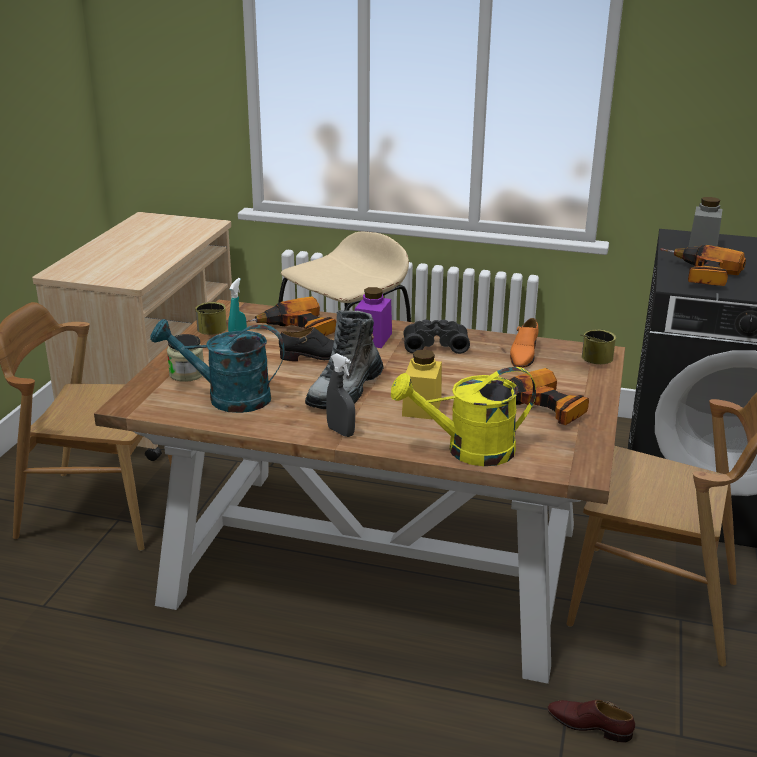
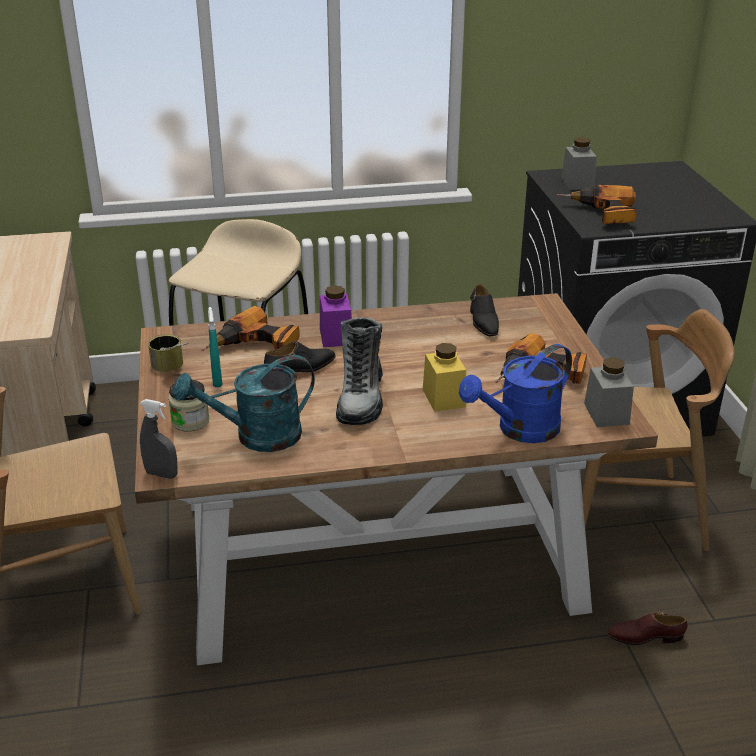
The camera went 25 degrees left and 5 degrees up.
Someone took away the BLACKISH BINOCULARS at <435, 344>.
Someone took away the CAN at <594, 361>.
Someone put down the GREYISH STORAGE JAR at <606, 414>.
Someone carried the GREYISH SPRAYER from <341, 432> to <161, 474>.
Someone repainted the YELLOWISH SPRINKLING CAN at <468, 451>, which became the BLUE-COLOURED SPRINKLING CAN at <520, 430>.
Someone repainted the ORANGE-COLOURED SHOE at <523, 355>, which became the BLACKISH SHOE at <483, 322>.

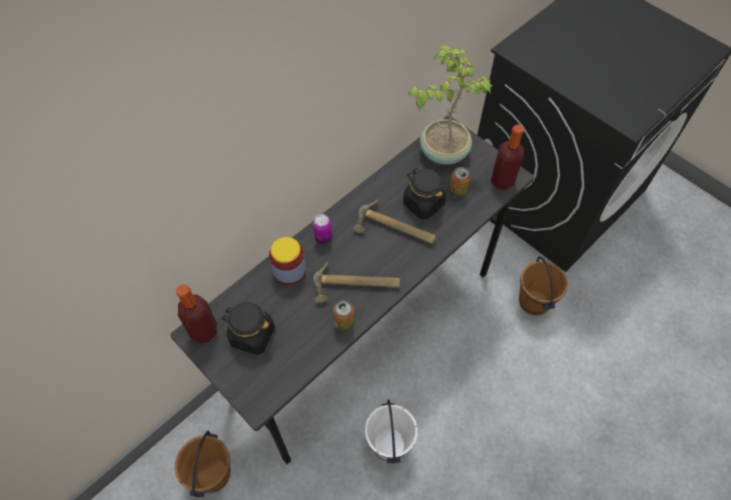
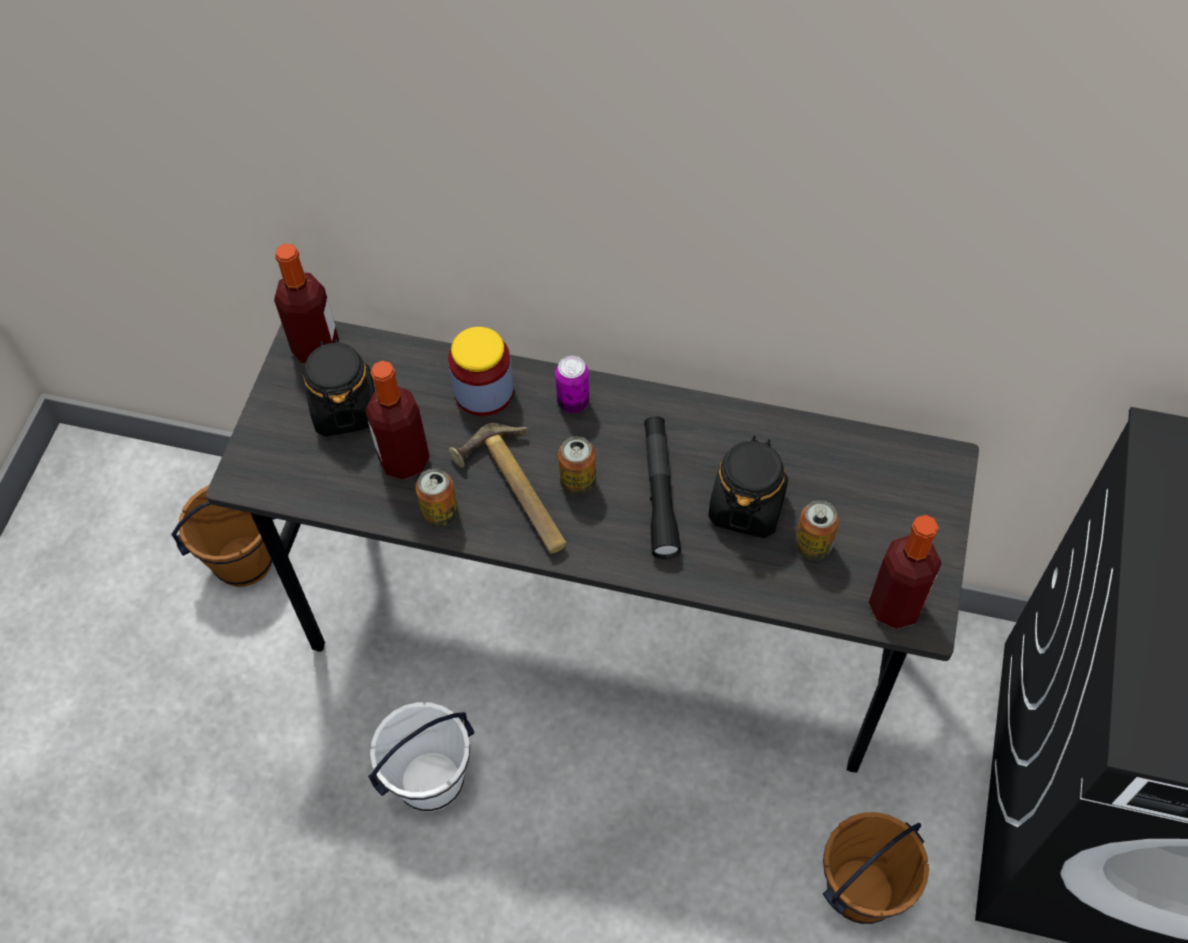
The camera went 60 degrees right and 0 degrees up.
Someone took away the POTTED PLANT at <443, 151>.
Someone put down the BEVERAGE BOTTLE at <404, 460>.
Someone put down the CAN at <578, 482>.
Someone swapped the TOOL HAMMER at <394, 230> for the BLACKISH HAND TORCH at <659, 492>.

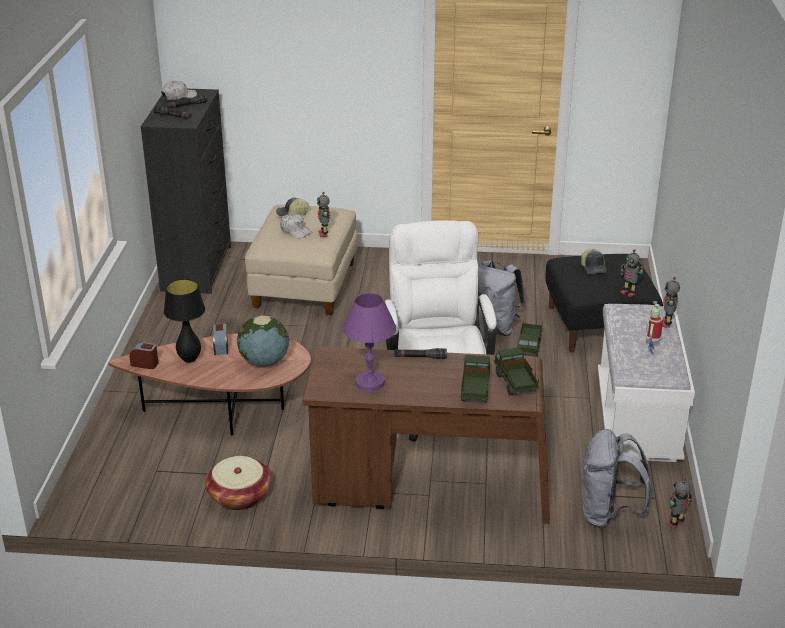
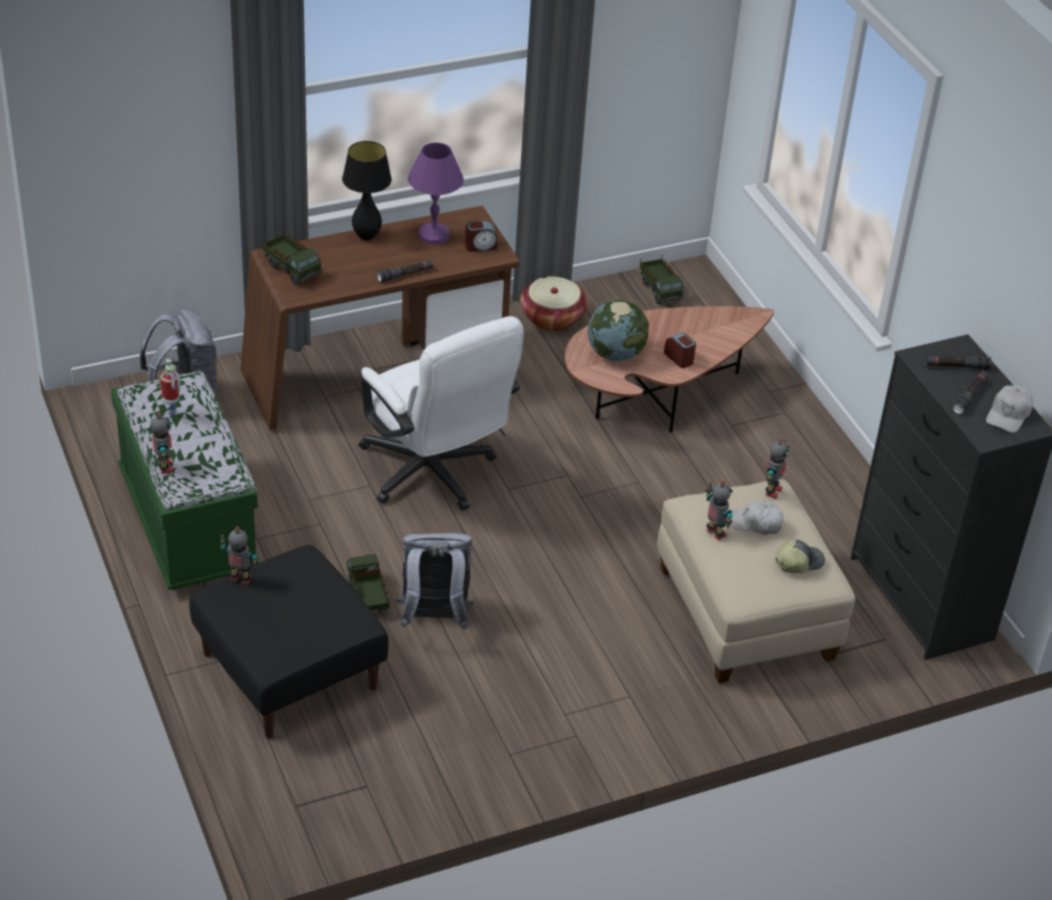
The camera went 150 degrees right and 10 degrees up.
Someone took away the BASEBALL CAP at <594, 267>.
Someone carried the BEDSIDE CLOCK from <145, 364> to <480, 246>.
Someone carried the BLACKISH TABLETOP LAMP from <189, 359> to <366, 236>.
Someone carried the MODEL TRUCK from <474, 392> to <660, 290>.
Someone carried the TOY ROBOT from <676, 524> to <772, 491>.
Someone repainted the WHITISH BENCH at <637, 419>, which became the GREEN-COLOURED BENCH at <188, 524>.

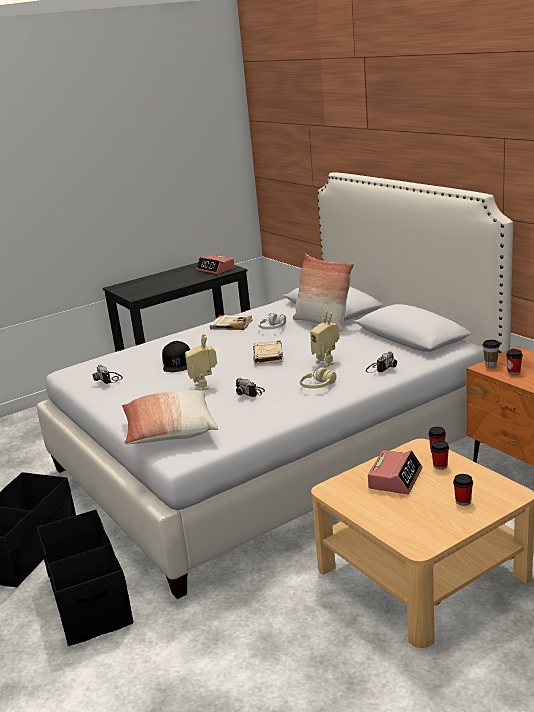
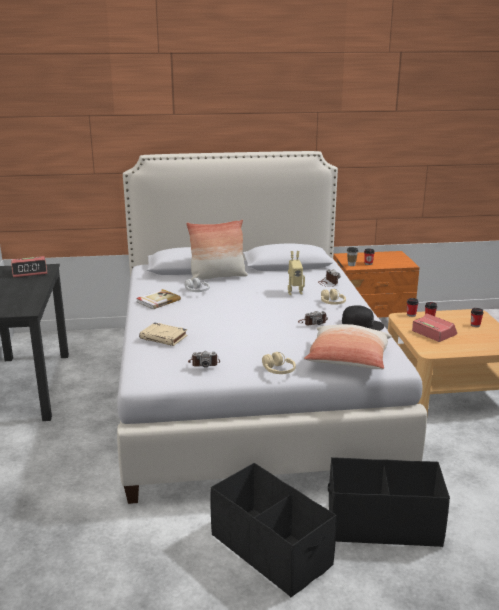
The camera went 65 degrees left and 0 degrees up.
Someone took away the TOY ROBOT at <205, 386>.
Someone put down the BEIGE HEADSET at <278, 371>.
Someone carried the BLACKISH BASEBALL CAP from <177, 363> to <362, 324>.
Someone carried the BEIGE BOOK from <268, 356> to <164, 337>.

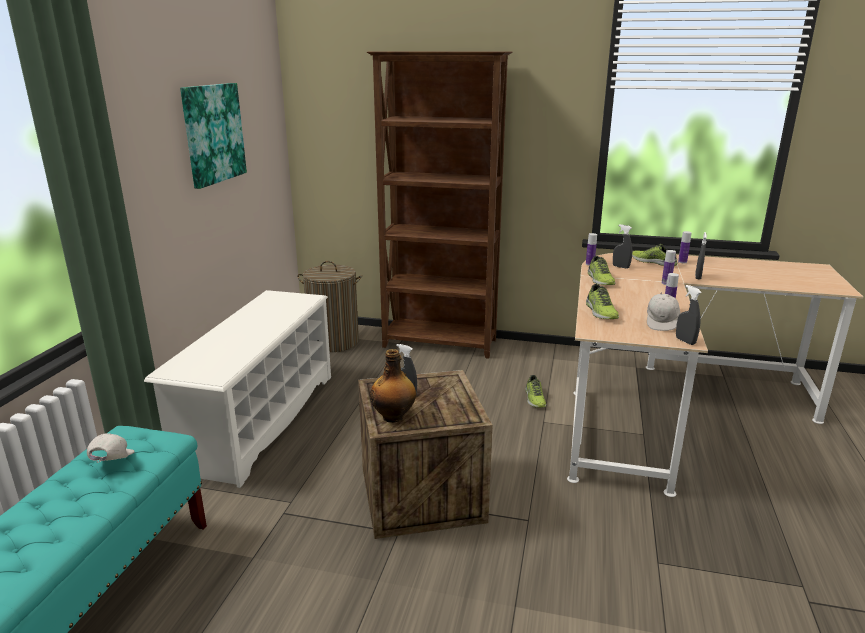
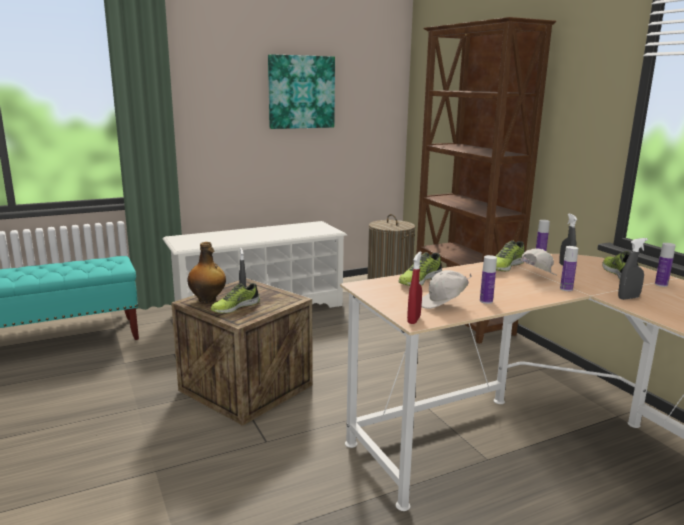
The camera went 50 degrees right and 5 degrees down.
Someone carried the WHITISH BASEBALL CAP from <111, 464> to <535, 276>.
Someone carried the SHOE from <534, 399> to <235, 307>.
Someone repainted the GREYISH SPRAYER at <685, 341>, which became the RED SPRAYER at <414, 320>.

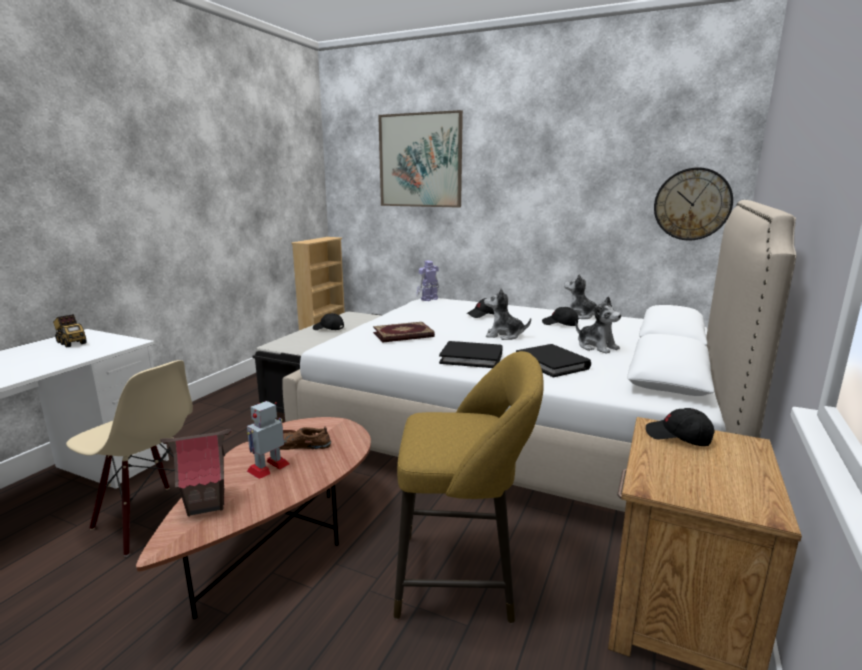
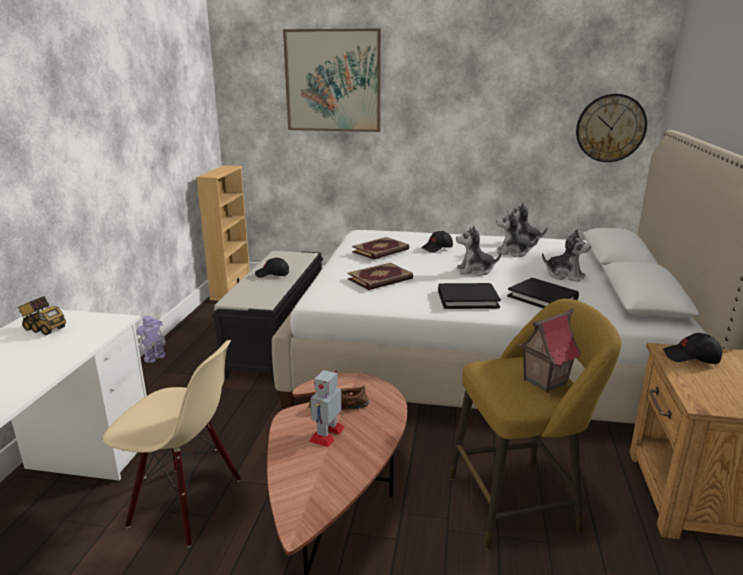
The camera went 15 degrees left and 5 degrees up.
Someone put down the BOOK at <381, 251>.
Someone carried the MINIATURE HOUSE from <206, 503> to <544, 381>.
Someone carried the TOY ROBOT from <428, 299> to <154, 358>.
Someone swapped the BLACKISH BASEBALL CAP at <560, 324> for the CUDDLY TOY at <513, 253>.

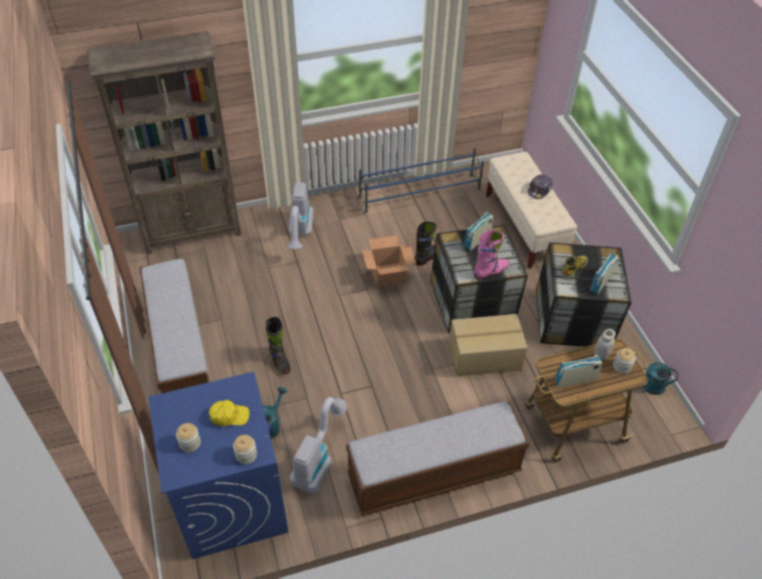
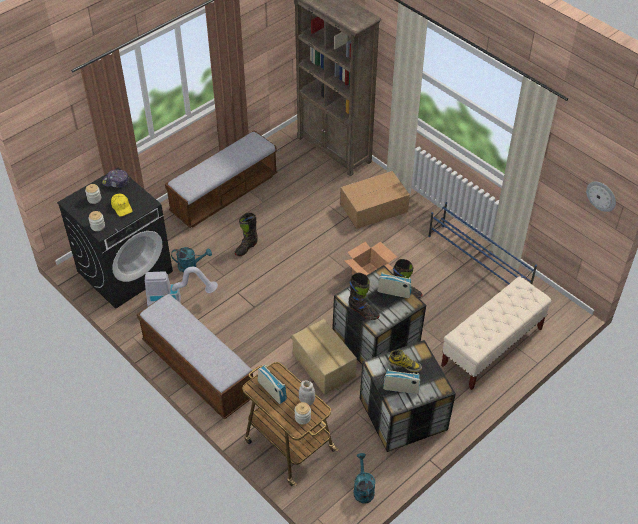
The camera went 65 degrees right and 0 degrees up.
Someone put up the HANGING CLOCK at <601, 196>.
Someone carried the BASEBALL CAP from <539, 190> to <116, 182>.
Someone swapped the VACUUM at <300, 234> for the PACKING BOX at <375, 208>.
Someone repainted the BLUE-COLOURED LAUNDRY APPLIANCE at <231, 500>, which became the BLACKISH LAUNDRY APPLIANCE at <125, 271>.
Someone repainted the PINK-COLOURED HIGH-TOP BOOT at <491, 271>, which became the BLACKISH HIGH-TOP BOOT at <363, 312>.

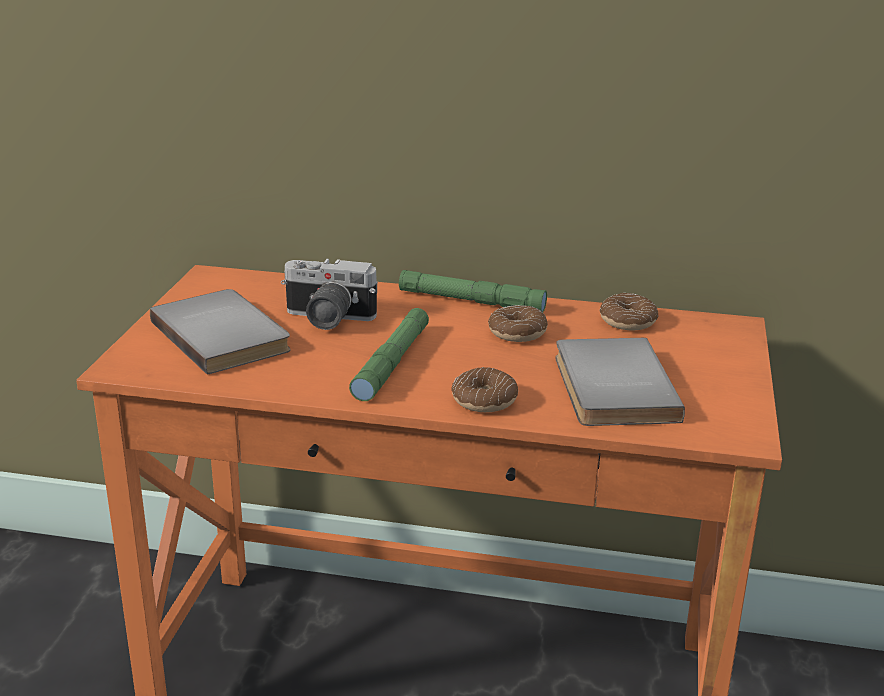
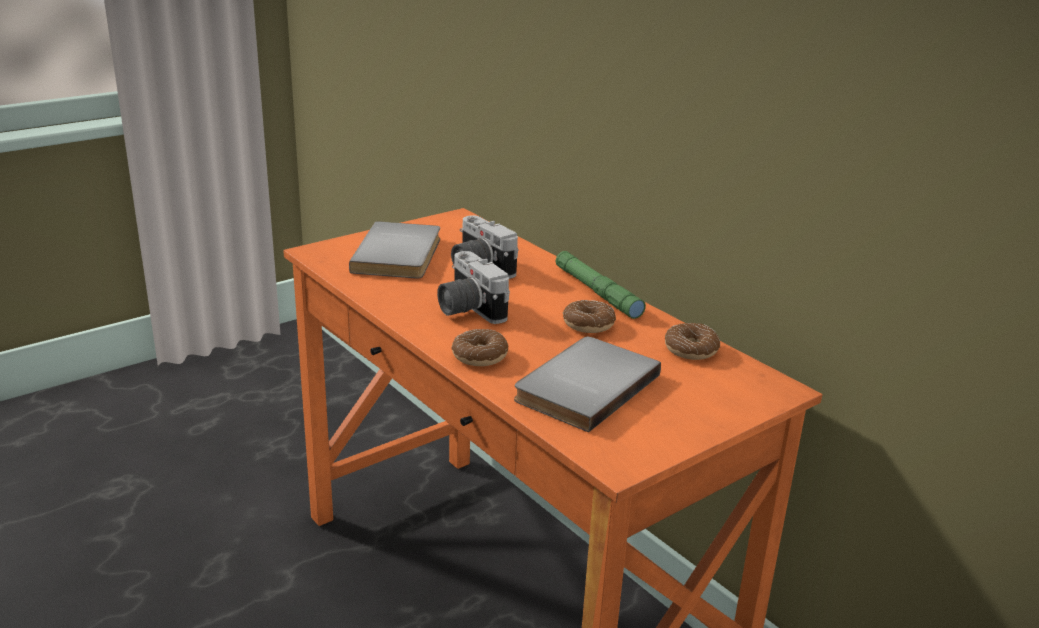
The camera went 40 degrees right and 0 degrees up.
Someone swapped the GREEN-COLOURED HAND TORCH at <391, 363> for the PHOTO CAMERA at <466, 309>.

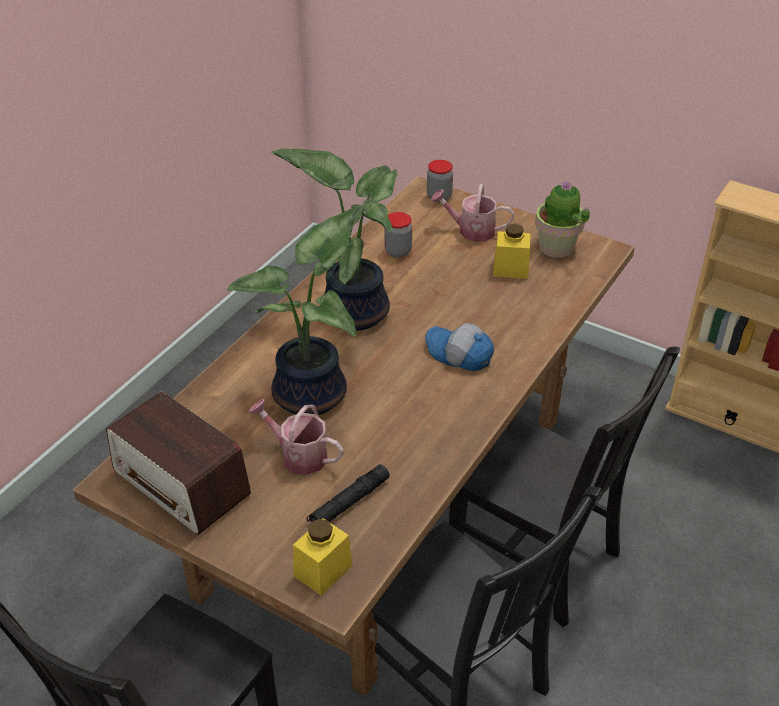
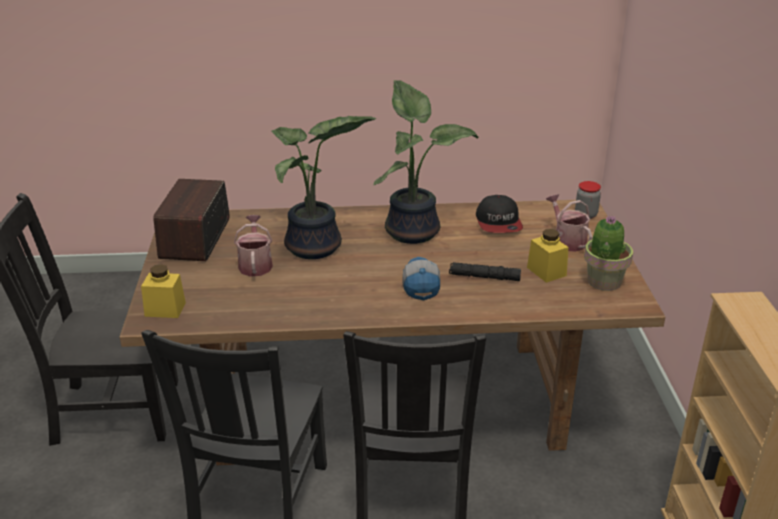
The camera went 55 degrees right and 10 degrees down.
Someone carried the BLACKISH HAND TORCH from <349, 502> to <484, 277>.
Someone swapped the STORAGE JAR at <398, 251> for the BASEBALL CAP at <499, 223>.

